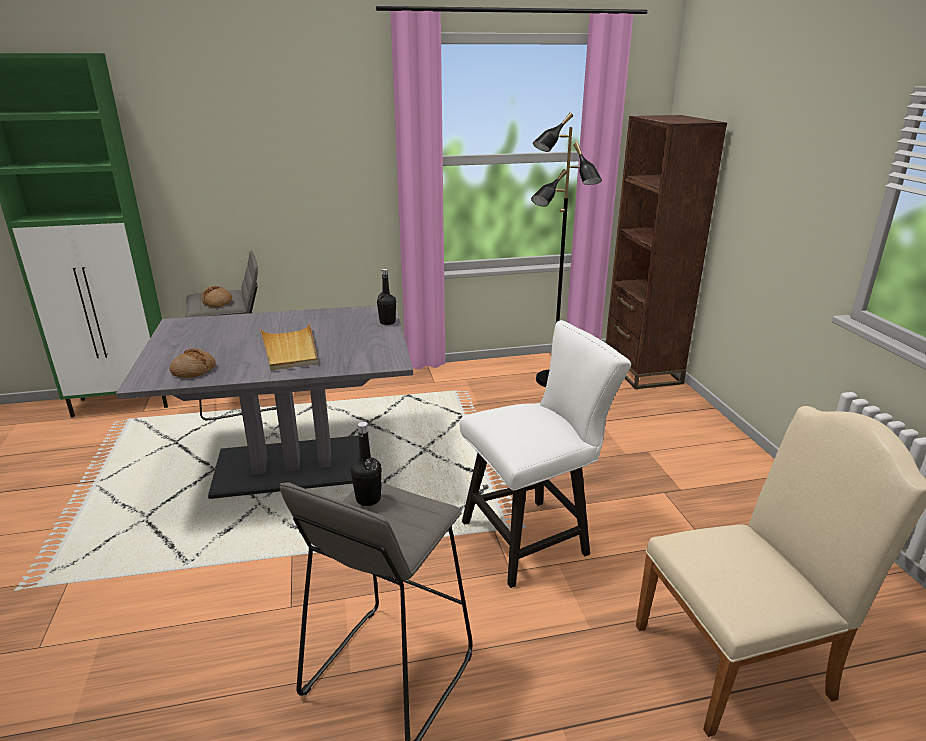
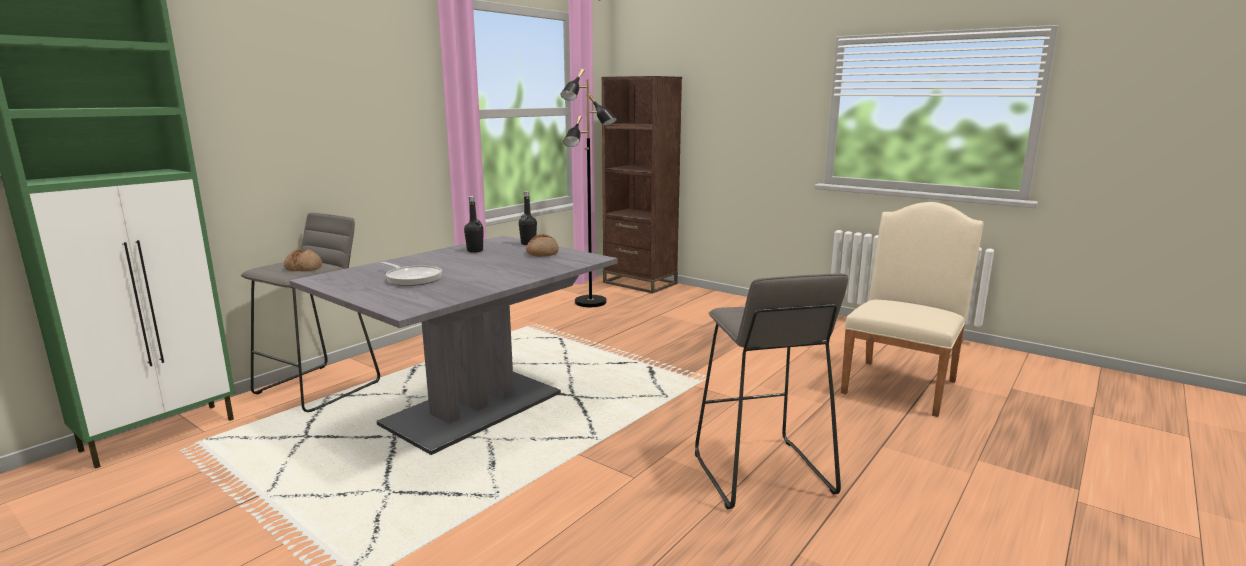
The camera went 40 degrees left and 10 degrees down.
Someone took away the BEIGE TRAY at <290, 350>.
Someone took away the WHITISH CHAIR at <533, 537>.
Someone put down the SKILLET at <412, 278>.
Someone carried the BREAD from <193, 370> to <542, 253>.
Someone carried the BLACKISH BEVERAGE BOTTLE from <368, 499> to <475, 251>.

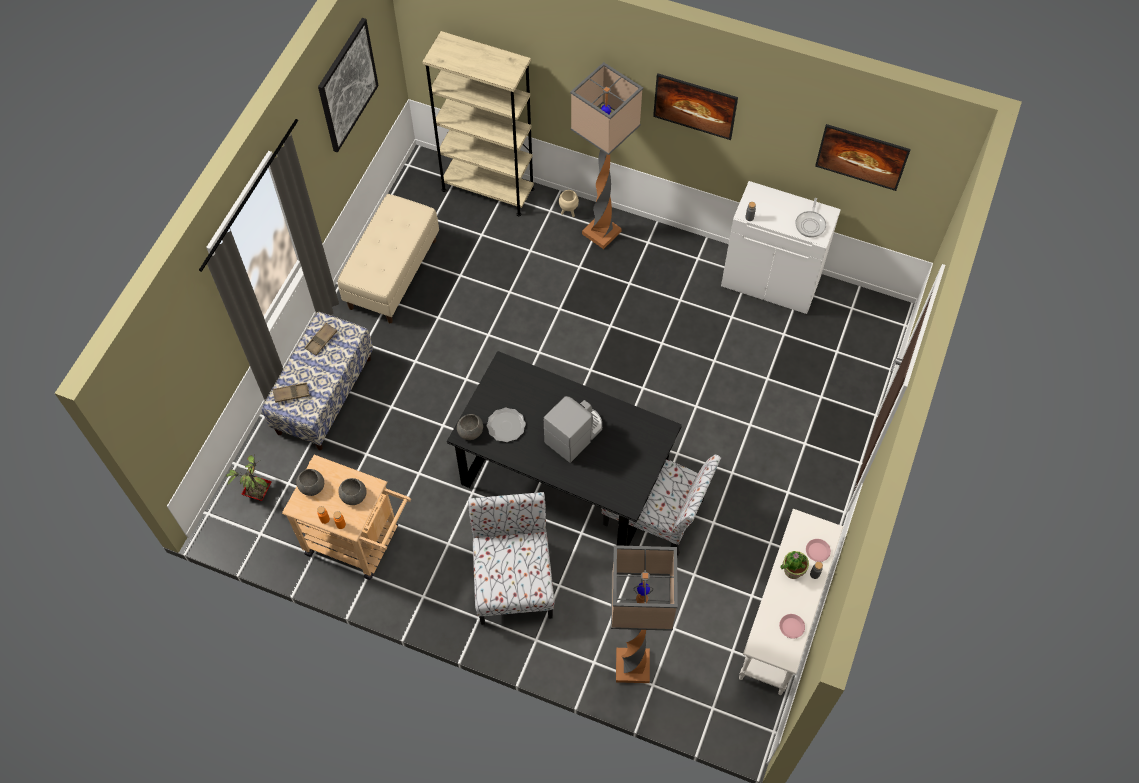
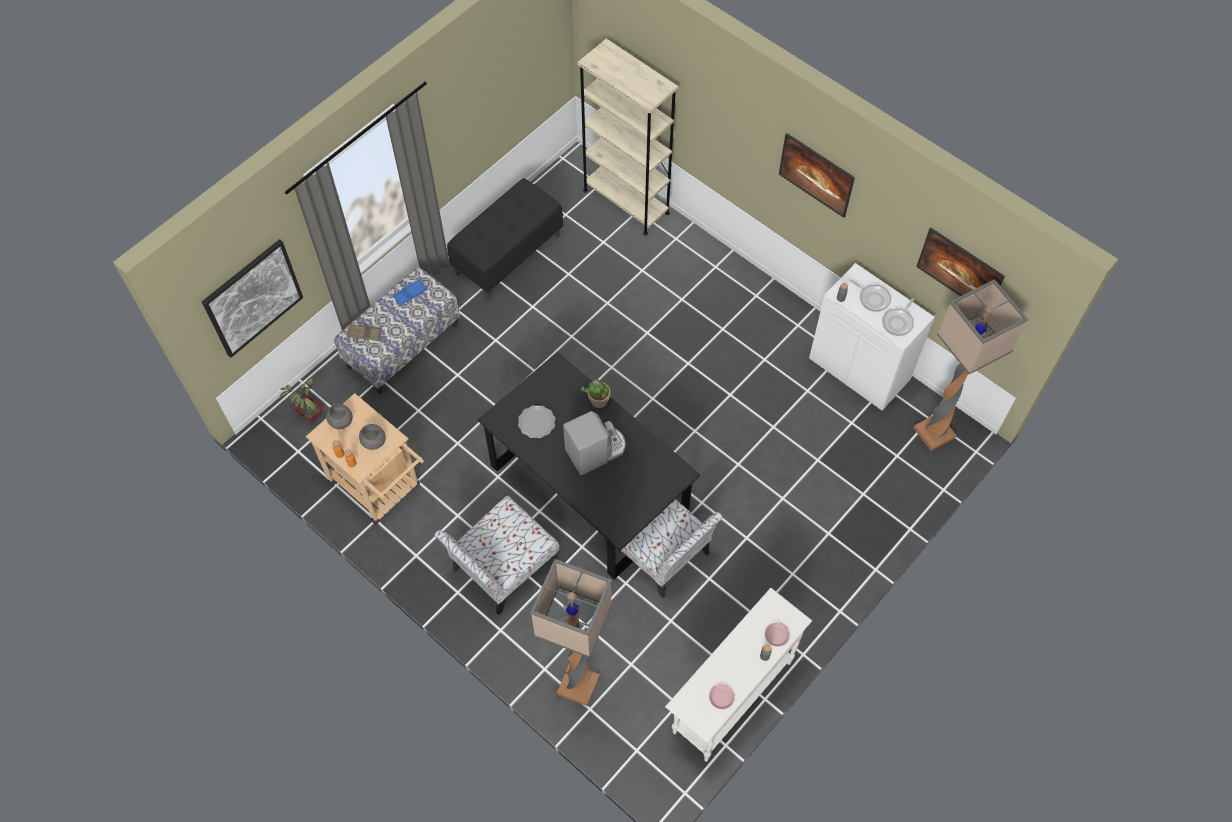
The camera went 20 degrees right and 0 degrees up.
Someone took away the GREYISH BOWL at <471, 431>.
Someone took away the BEIGE PLANTER at <568, 212>.
Someone put down the SKILLET at <872, 298>.
Someone carried the PICTURE from <347, 85> to <253, 298>.
Someone carried the STANDARD LAMP from <602, 232> to <935, 433>.
Someone carried the POTTED PLANT from <792, 570> to <598, 400>.
Someone repainted the BROWN-COLOURED TRAY at <321, 340>, which became the BLUE-COLOURED TRAY at <410, 294>.
Someone repainted the BEIGE BENCH at <393, 273>, which became the BLACKISH BENCH at <508, 253>.
Someone rotated the CHAIR at <513, 579> by 150 degrees counterclockwise.

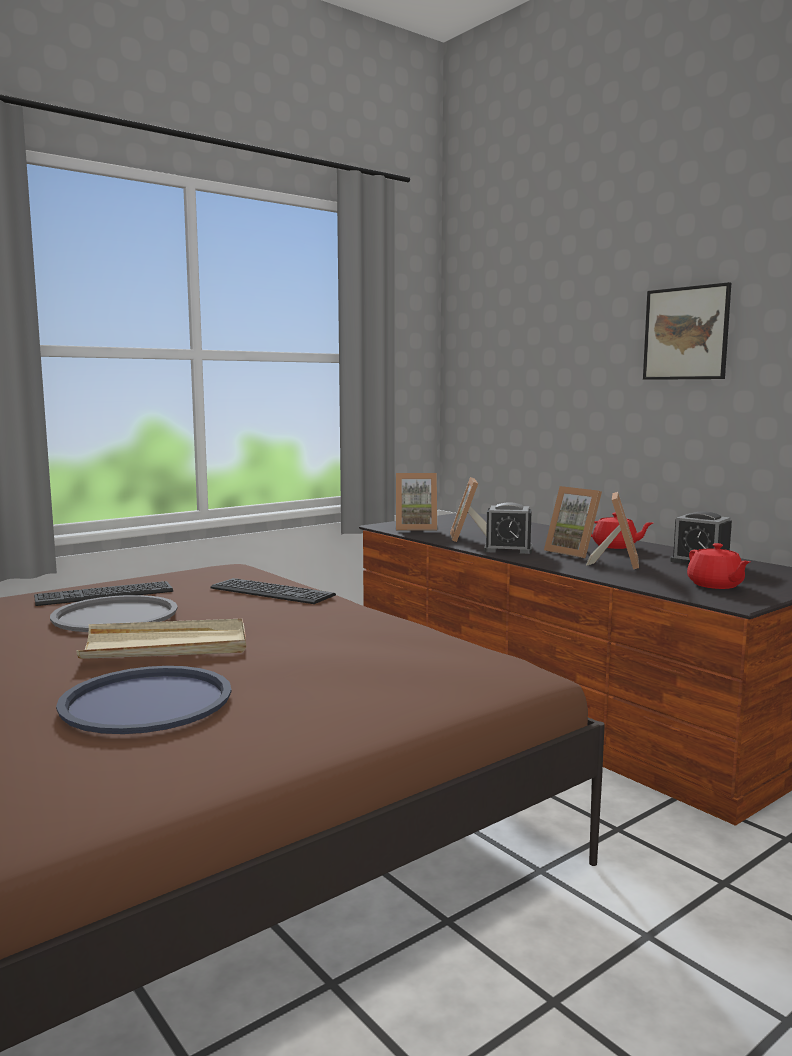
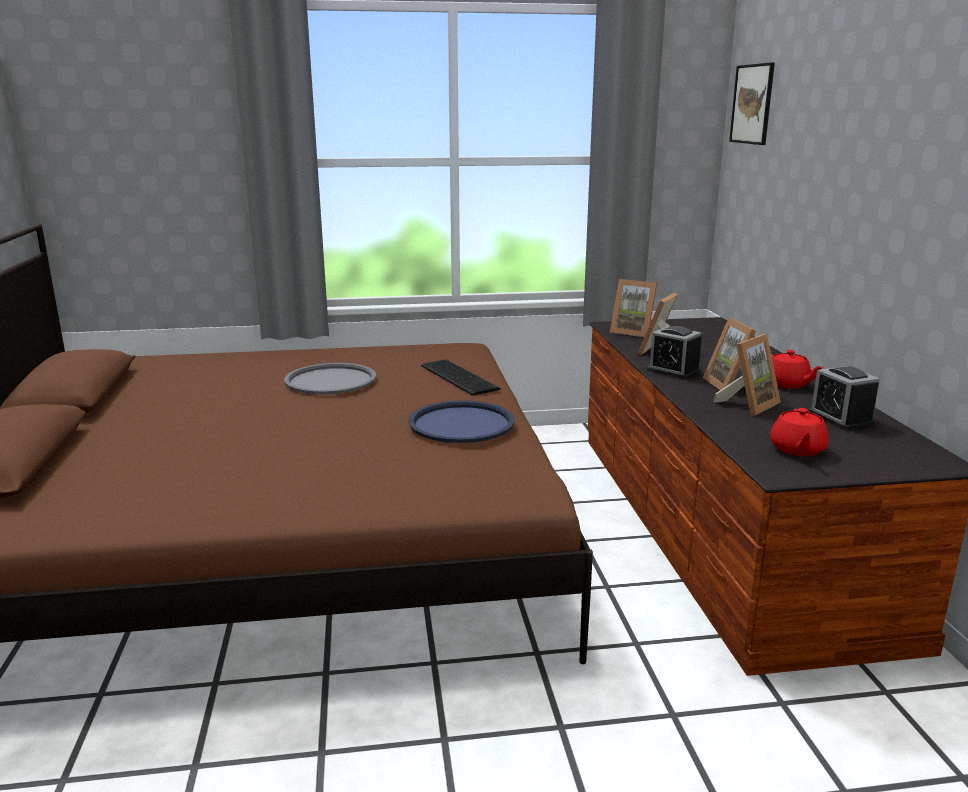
The camera went 30 degrees right and 10 degrees up.
Someone took away the KEYBOARD at <106, 594>.
Someone took away the BEIGE TRAY at <166, 646>.
Someone carried the BLUE-COLOURED TRAY from <146, 701> to <461, 423>.
Someone carried the PICTURE from <686, 333> to <752, 104>.

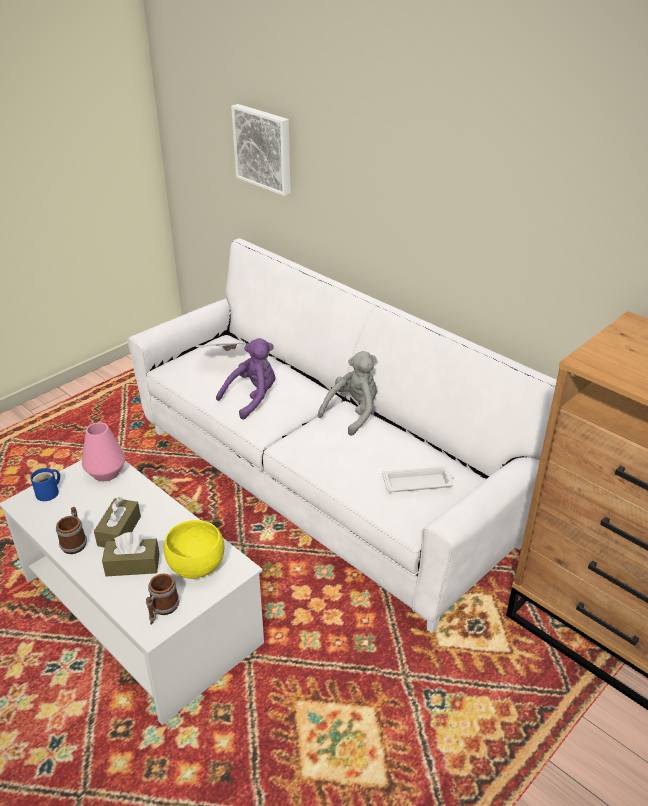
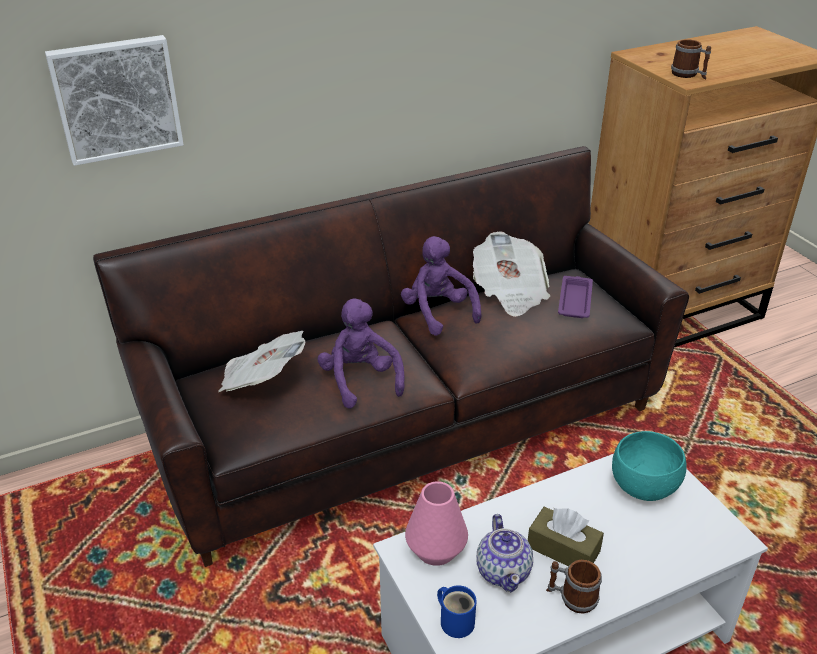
The camera went 70 degrees left and 0 degrees up.
Someone took away the BROWN-COLOURED BOX OF TISSUES at <132, 565>.
Someone put down the PRINTED PAPER at <509, 292>.
Someone put down the TEAPOT at <503, 571>.
Someone carried the TEA MUG from <162, 609> to <688, 75>.
Someone repainted the WHITISH SOFA at <325, 485>, which became the BROWN-COLOURED SOFA at <408, 426>.
Someone repainted the YELLOWISH BOWL at <197, 566>, which became the BLUE-GREEN BOWL at <643, 486>.
Someone repainted the GREYISH CUDDLY TOY at <353, 413>, which became the PURPLE CUDDLY TOY at <438, 312>.
Someone repainted the WHITISH TRAY at <418, 483>, which became the PURPLE TRAY at <575, 300>.

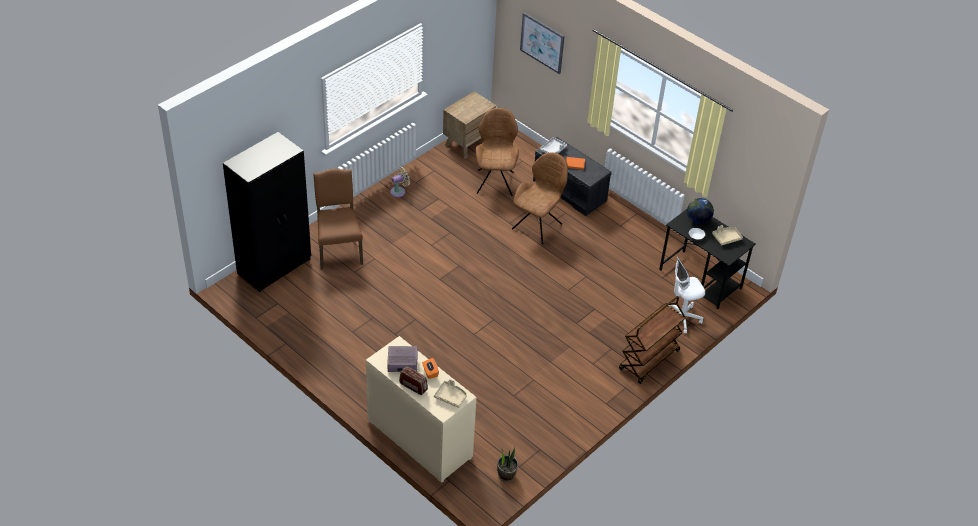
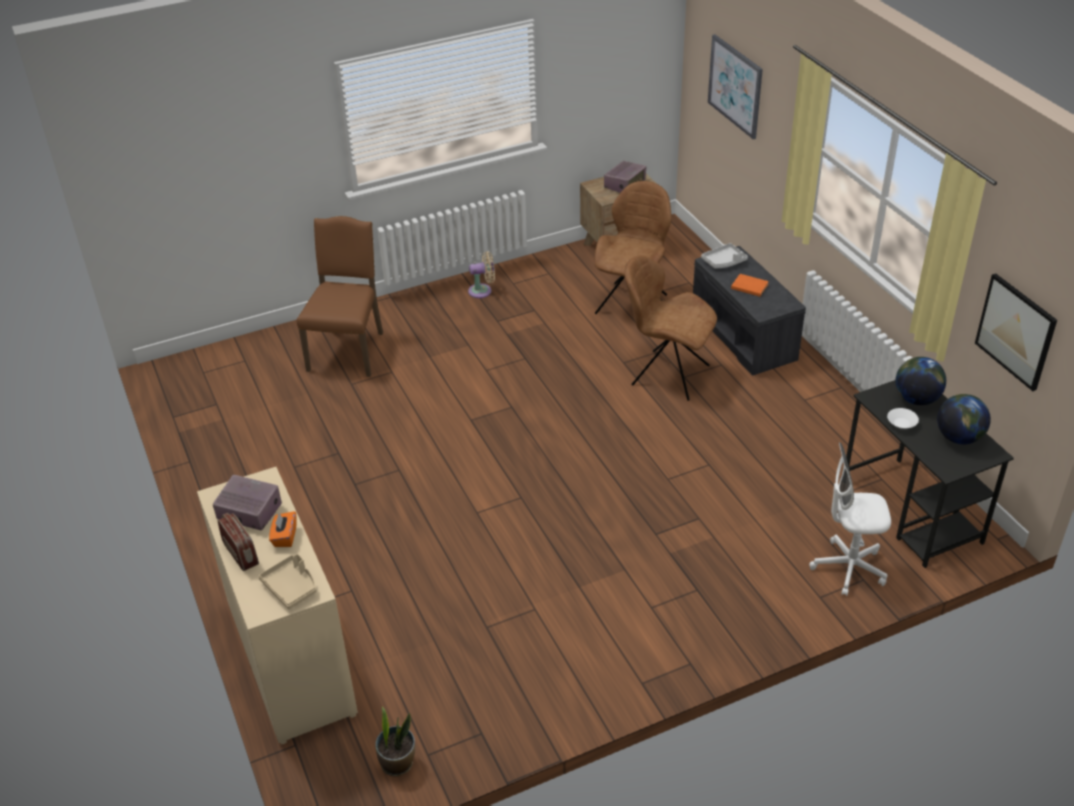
The camera went 25 degrees right and 5 degrees down.
Someone took away the BLACKISH ARMOIRE at <275, 266>.
Someone took away the BROWN-COLOURED WHEELED CART at <649, 360>.
Someone put down the RADIO at <625, 184>.
Someone put up the PICTURE at <1015, 331>.
Someone swapped the BEIGE TRAY at <726, 238> for the DESK GLOBE at <959, 437>.
Someone rotated the BROWN-COLOURED CHAIR at <538, 225> by 120 degrees counterclockwise.

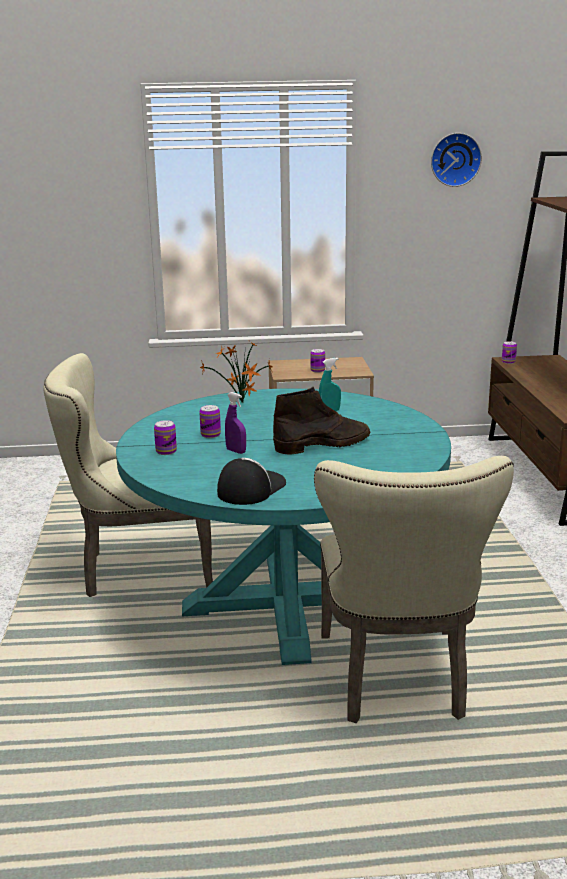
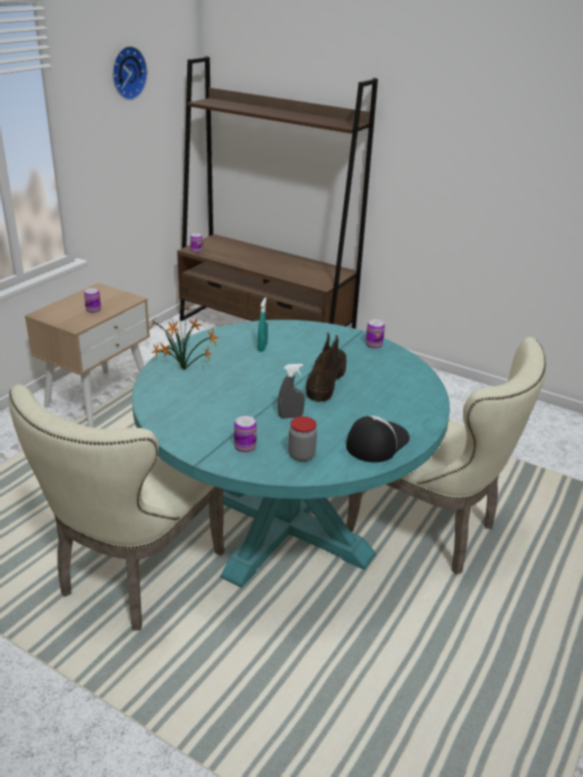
The camera went 55 degrees left and 10 degrees up.
Someone put down the STORAGE JAR at <301, 455>.
Someone carried the CAN from <210, 435> to <374, 345>.
Someone repainted the PURPLE SPRAYER at <236, 451>, which became the GREYISH SPRAYER at <290, 416>.
Someone rotated the BASEBALL CAP at <250, 488> by 60 degrees clockwise.

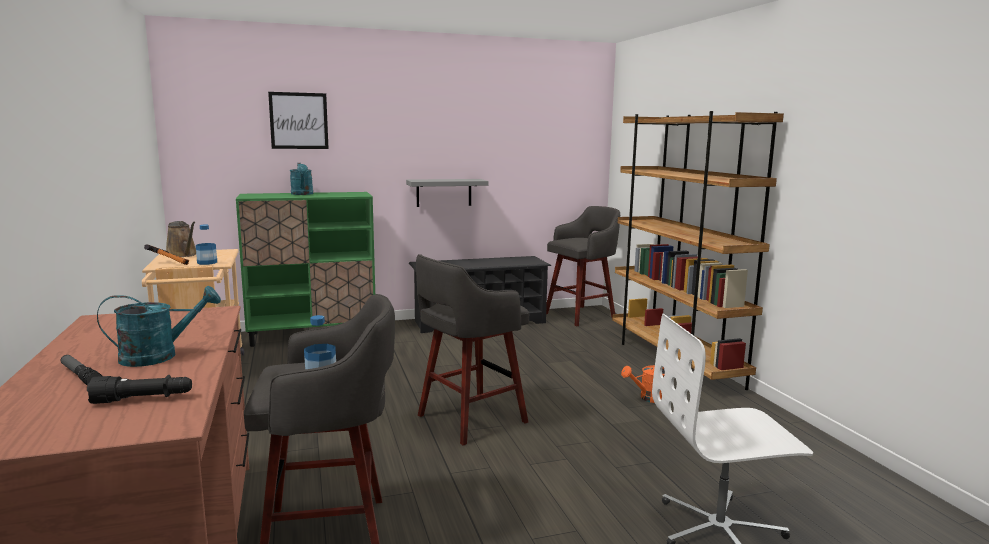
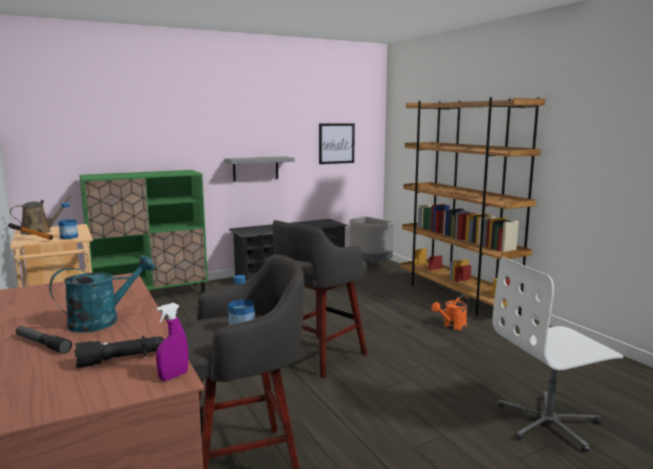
The camera went 10 degrees left and 0 degrees up.
Someone took away the BLUE-GREEN SPRINKLING CAN at <302, 194>.
Someone put down the PURPLE SPRAYER at <173, 376>.
Someone carried the PICTURE from <299, 121> to <336, 143>.
Someone swapped the GREYISH SITTING STOOL at <581, 315> for the GREYISH TRASH CAN at <370, 265>.
Someone rotated the BROWN-COLOURED SPRINKLING CAN at <183, 255> by 75 degrees counterclockwise.

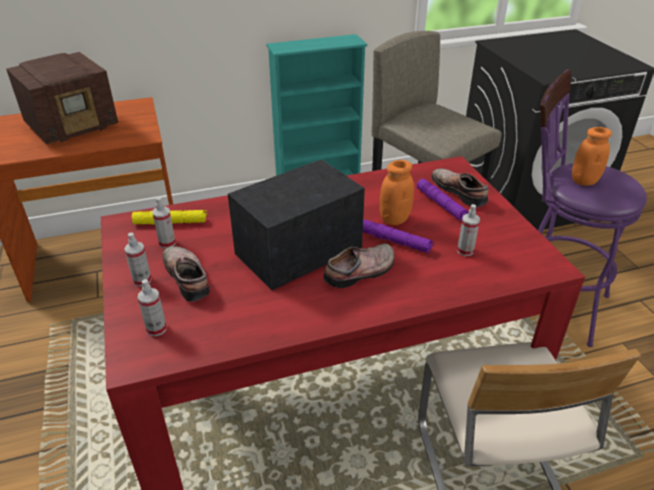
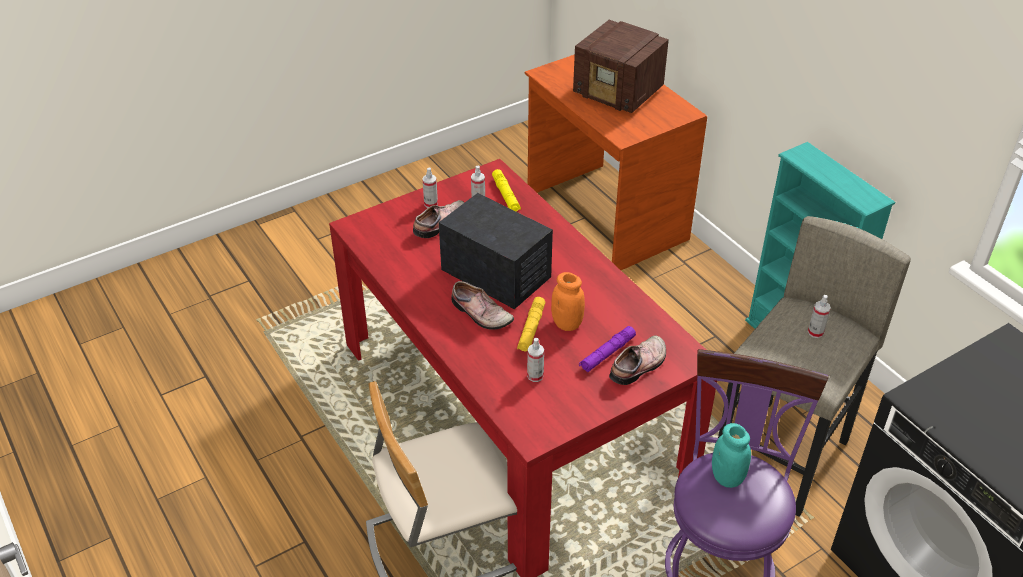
The camera went 75 degrees right and 5 degrees up.
Someone carried the SPRAYER from <156, 329> to <815, 332>.
Someone repainted the PURPLE HAND TORCH at <395, 241>, which became the YELLOWISH HAND TORCH at <531, 329>.
Someone repainted the ORANGE-COLOURED STORAGE JAR at <584, 181>, which became the BLUE-GREEN STORAGE JAR at <727, 477>.

